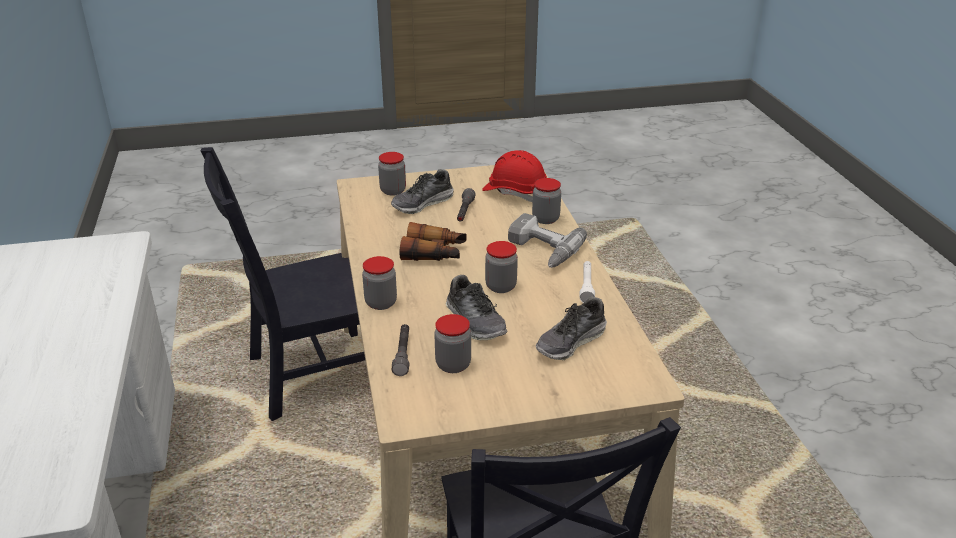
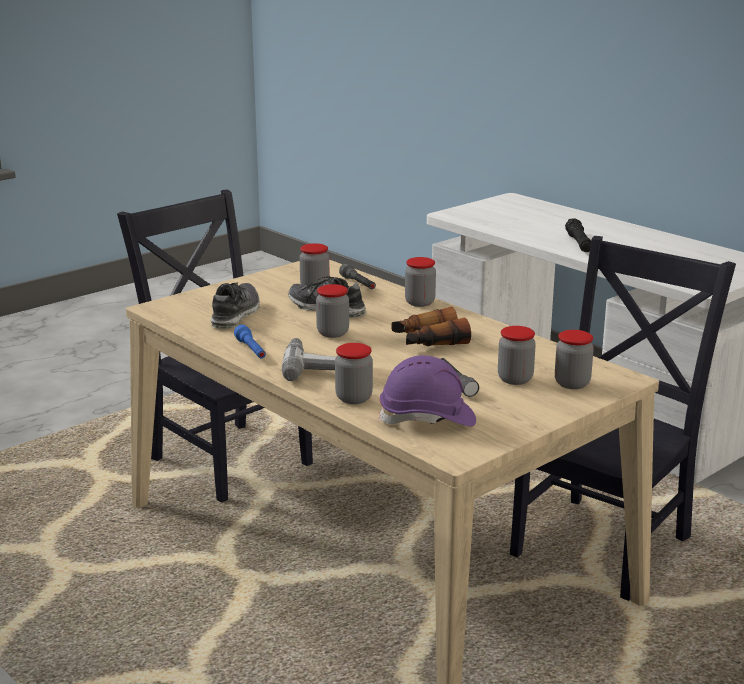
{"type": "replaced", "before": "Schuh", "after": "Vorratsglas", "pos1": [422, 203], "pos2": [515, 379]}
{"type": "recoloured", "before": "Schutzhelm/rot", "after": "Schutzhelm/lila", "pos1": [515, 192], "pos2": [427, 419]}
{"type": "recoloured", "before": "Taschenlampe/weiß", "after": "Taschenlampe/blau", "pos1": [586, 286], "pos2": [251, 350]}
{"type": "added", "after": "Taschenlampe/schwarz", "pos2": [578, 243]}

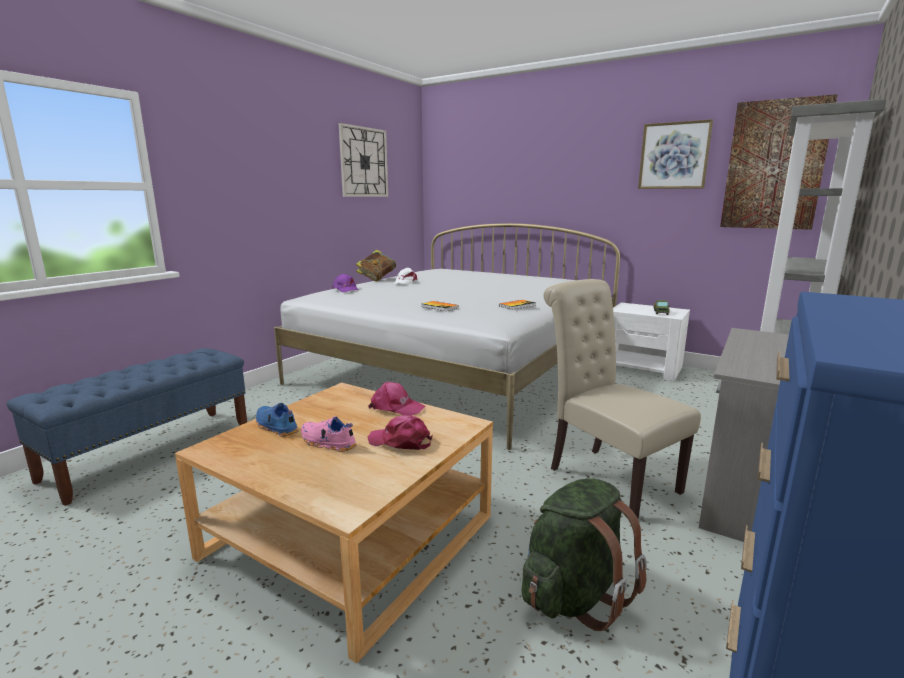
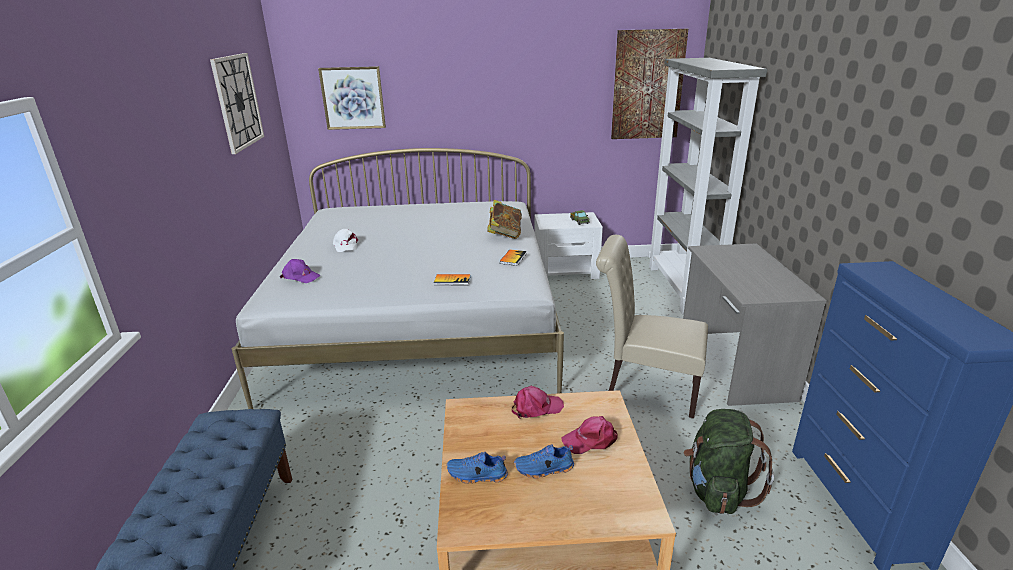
{"type": "recoloured", "before": "Schuh/rosa", "after": "Schuh/blau", "pos1": [327, 443], "pos2": [544, 469]}
{"type": "moved", "before": "Buch", "pos1": [377, 279], "pos2": [504, 234]}
{"type": "moved", "before": "Bild", "pos1": [674, 156], "pos2": [353, 98]}

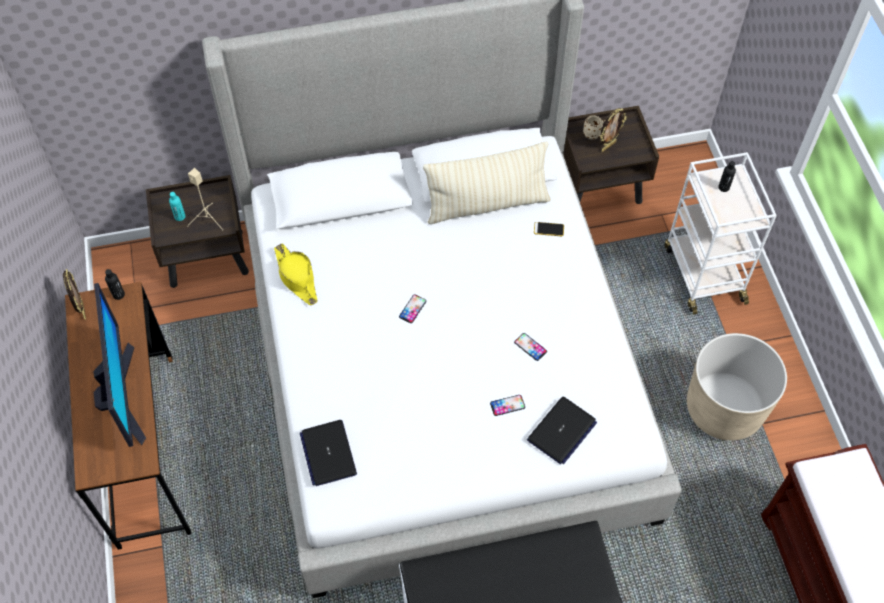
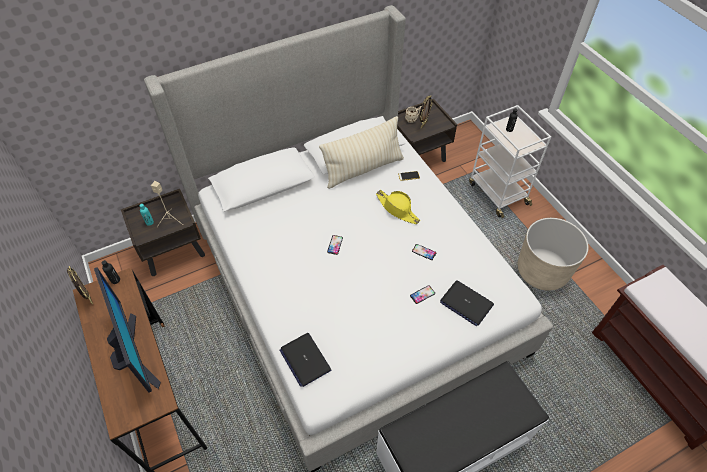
{"type": "moved", "before": "Hut/gelb", "pos1": [296, 277], "pos2": [397, 209]}
{"type": "turned", "before": "Laptop", "pos1": [561, 431], "pos2": [466, 303], "turn": 105}

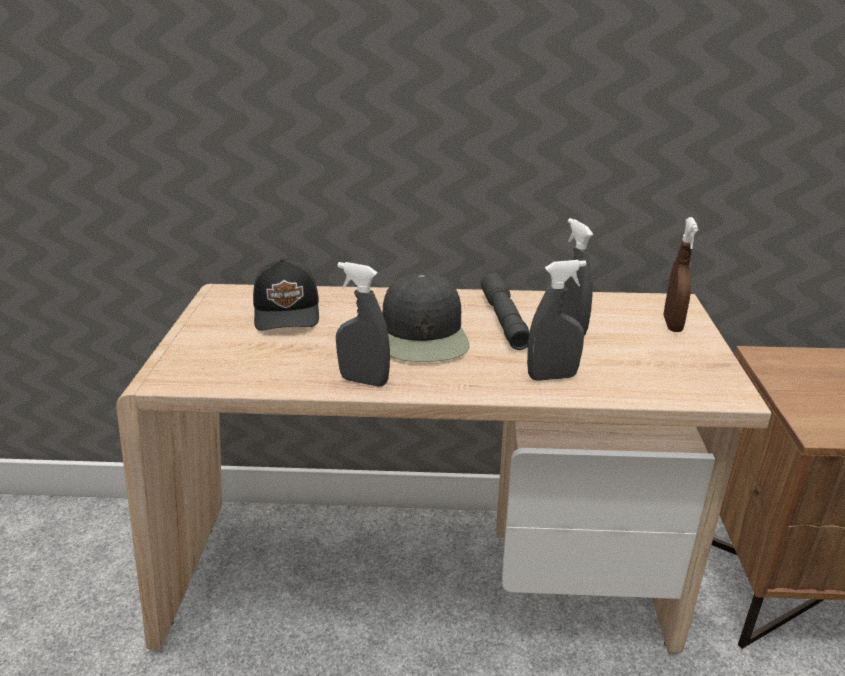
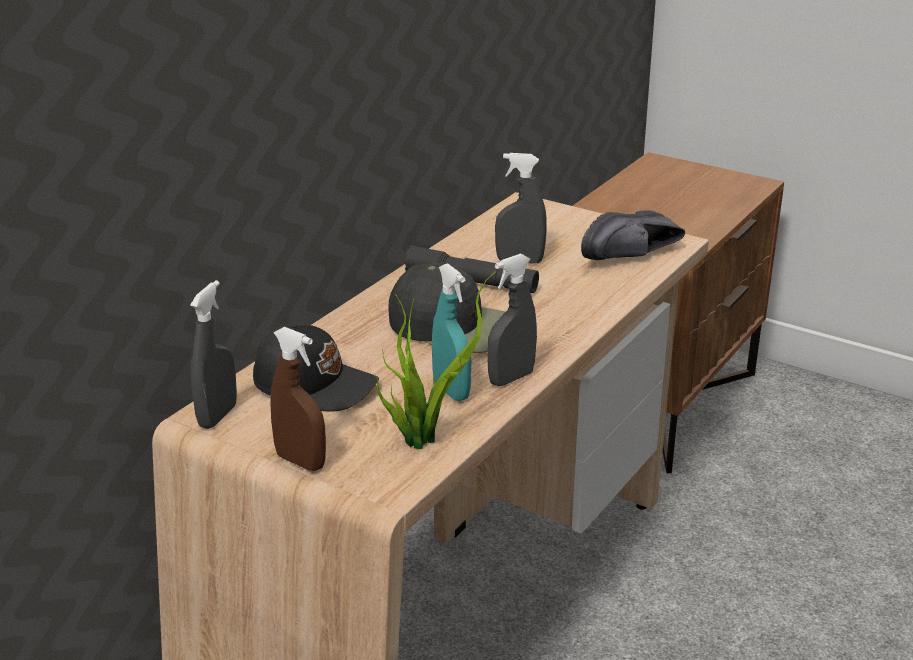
{"type": "moved", "before": "Sprühflasche/grau", "pos1": [552, 377], "pos2": [217, 416]}
{"type": "moved", "before": "Sprühflasche/braun", "pos1": [672, 324], "pos2": [300, 461]}
{"type": "added", "after": "Topfpflanze", "pos2": [422, 437]}
{"type": "added", "after": "Sprühflasche/türkis", "pos2": [451, 390]}
{"type": "added", "after": "Schuh/schwarz", "pos2": [634, 257]}

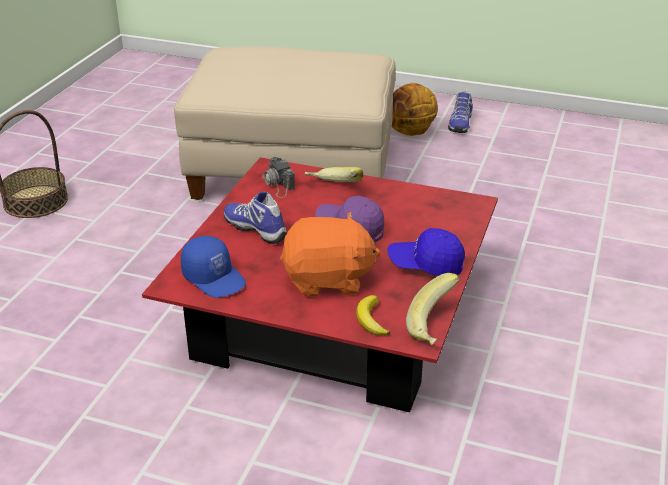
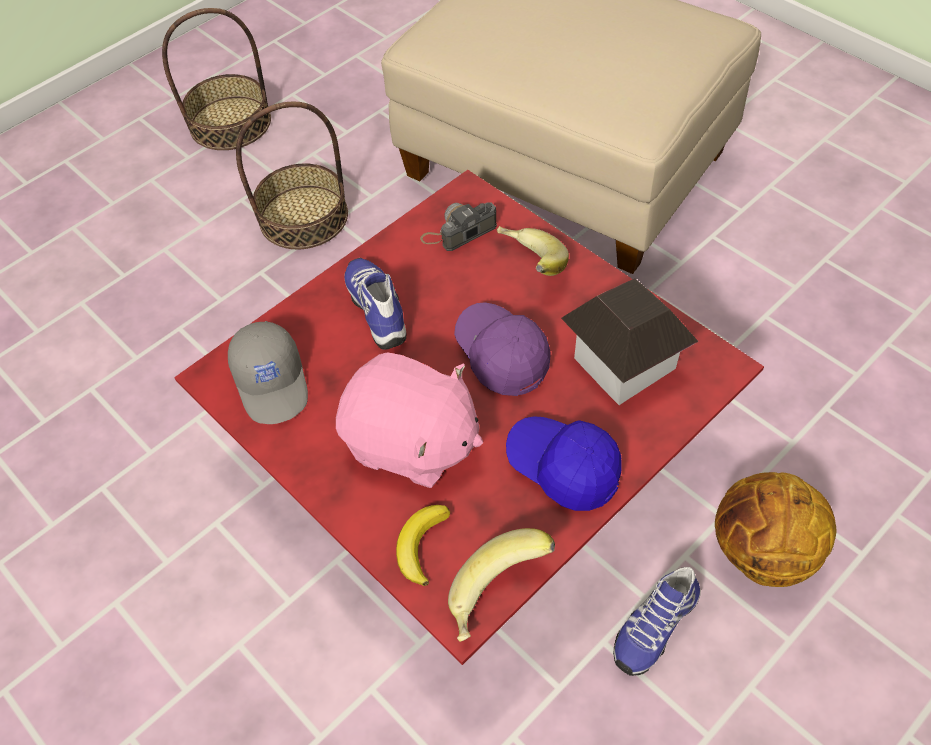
{"type": "recoloured", "before": "Kappe/blau", "after": "Kappe/grau", "pos1": [214, 278], "pos2": [273, 383]}
{"type": "turned", "before": "Kamera", "pos1": [278, 184], "pos2": [459, 232], "turn": 60}
{"type": "recoloured", "before": "Plüschtier/orange", "after": "Plüschtier/rosa", "pos1": [328, 280], "pos2": [411, 444]}
{"type": "moved", "before": "Basketball", "pos1": [410, 132], "pos2": [762, 553]}
{"type": "moved", "before": "Schuh", "pos1": [459, 124], "pos2": [653, 626]}
{"type": "added", "after": "Korb", "pos2": [303, 217]}
{"type": "added", "after": "Spielzeughaus", "pos2": [624, 362]}

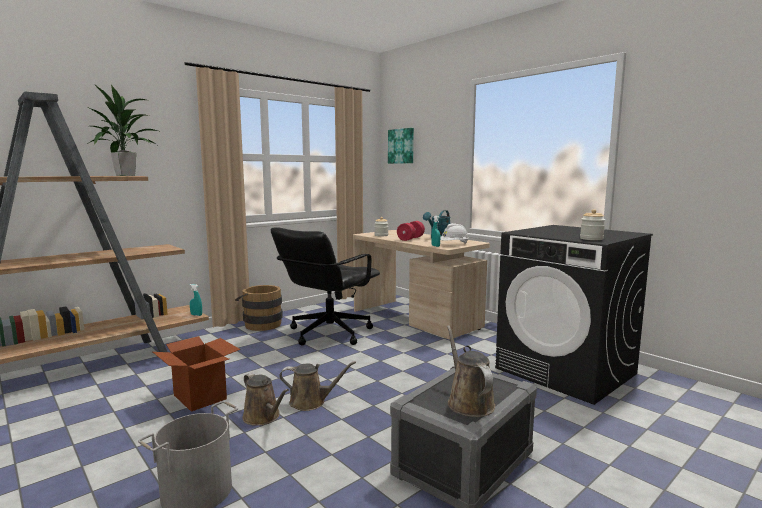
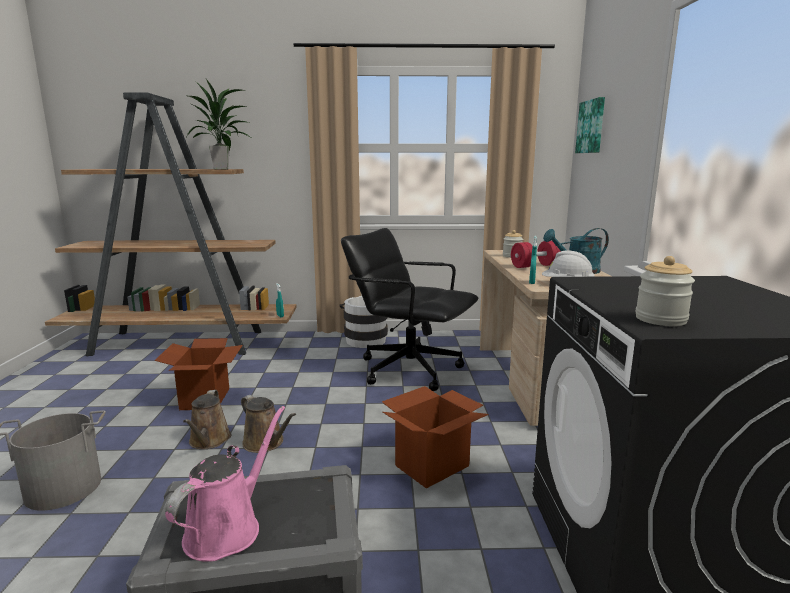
{"type": "recoloured", "before": "Eimer/braun", "after": "Eimer/weiß", "pos1": [260, 324], "pos2": [365, 339]}
{"type": "turned", "before": "Bürostuhl/schwarz", "pos1": [328, 333], "pos2": [409, 369], "turn": 45}
{"type": "recoloured", "before": "Gießkanne/braun", "after": "Gießkanne/rosa", "pos1": [468, 402], "pos2": [228, 528]}
{"type": "added", "after": "Karton", "pos2": [432, 465]}

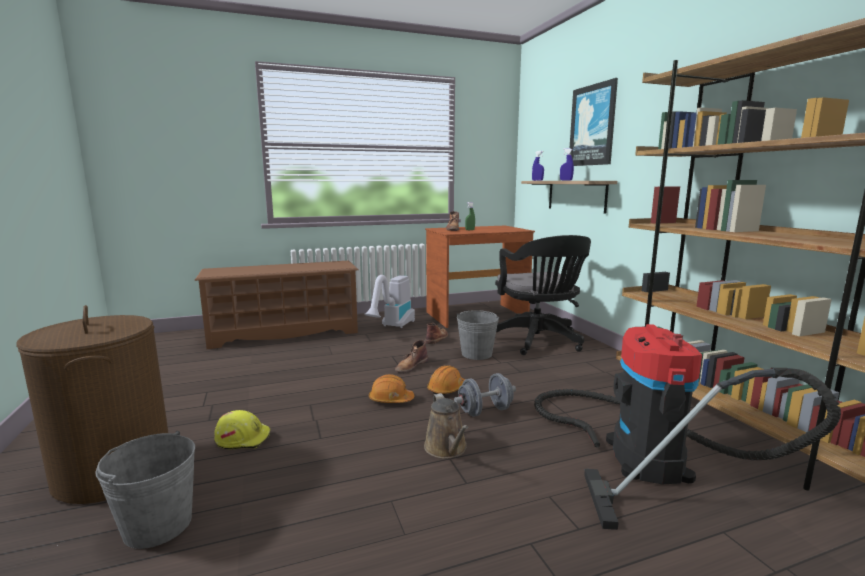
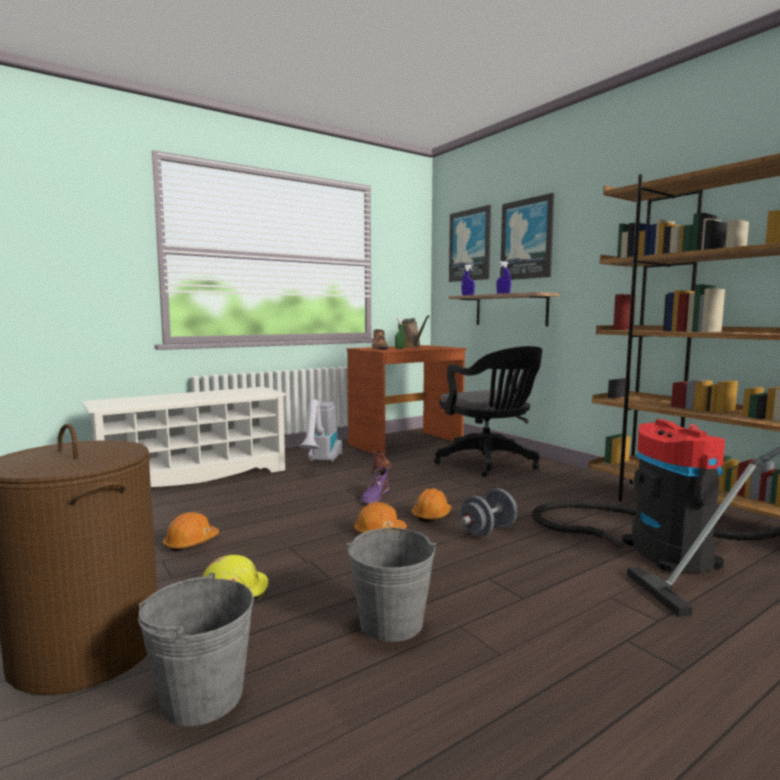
{"type": "recoloured", "before": "Schuhregal/braun", "after": "Schuhregal/weiß", "pos1": [285, 333], "pos2": [194, 477]}
{"type": "recoloured", "before": "Stiefel/braun", "after": "Stiefel/lila", "pos1": [411, 366], "pos2": [374, 497]}
{"type": "moved", "before": "Gießkanne/braun", "pos1": [447, 449], "pos2": [410, 346]}
{"type": "moved", "before": "Eimer/grau", "pos1": [476, 354], "pos2": [391, 623]}
{"type": "added", "after": "Schutzhelm/orange", "pos2": [191, 543]}
{"type": "added", "after": "Bild", "pos2": [470, 245]}

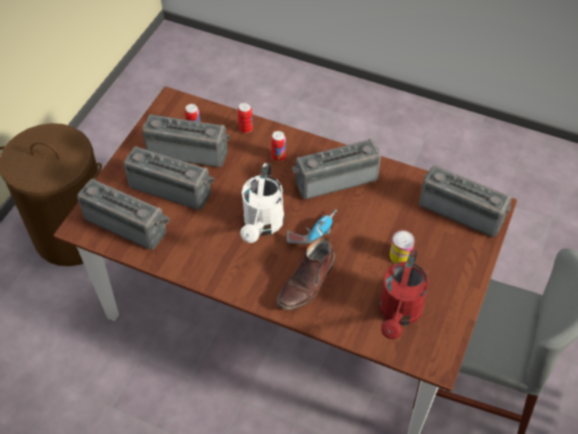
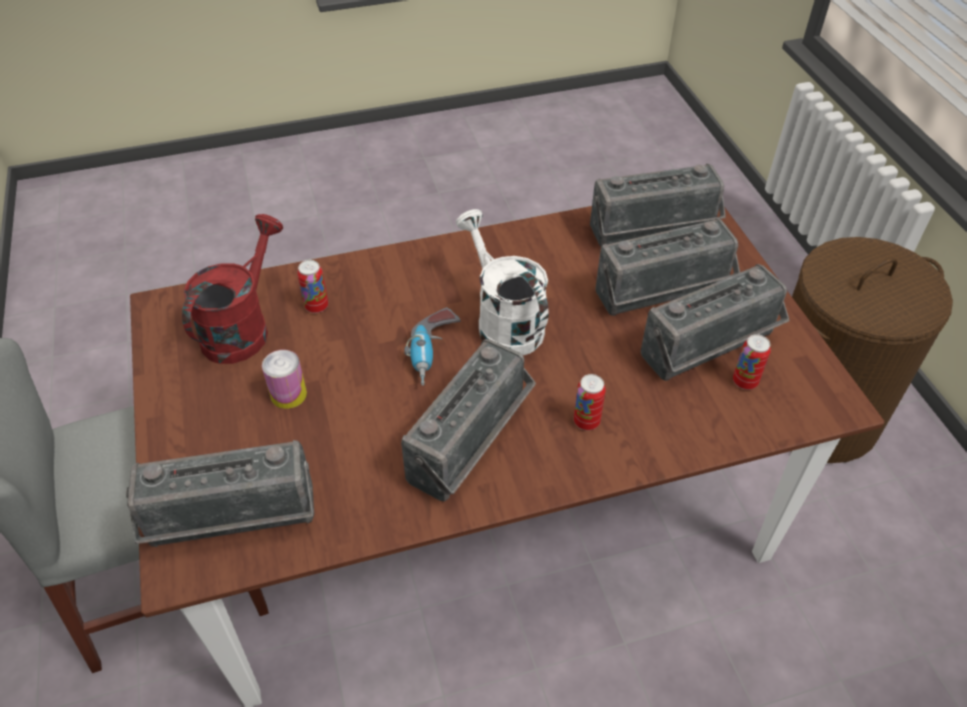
{"type": "moved", "before": "Dose", "pos1": [246, 129], "pos2": [316, 306]}
{"type": "removed", "before": "Stiefel/braun", "pos1": [307, 283]}
{"type": "turned", "before": "Gießkanne/rot", "pos1": [399, 314], "pos2": [242, 327], "turn": 45}

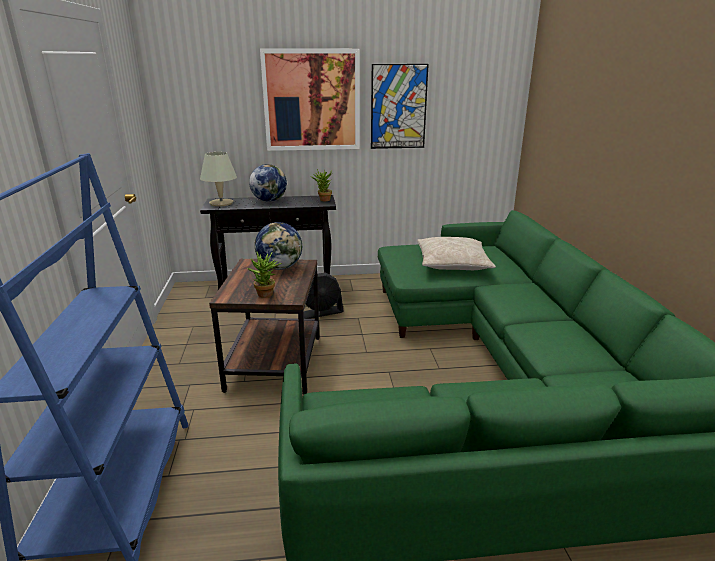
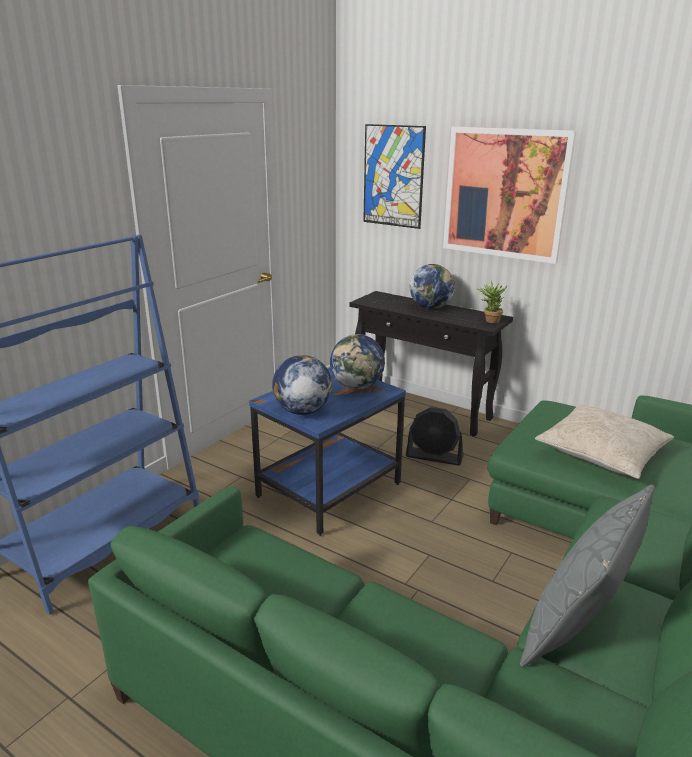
{"type": "removed", "before": "Tischlampe/beige", "pos1": [221, 203]}
{"type": "recoloured", "before": "Beistelltisch/braun", "after": "Beistelltisch/blau", "pos1": [276, 363], "pos2": [330, 491]}
{"type": "replaced", "before": "Topfpflanze", "after": "Globus", "pos1": [266, 295], "pos2": [302, 411]}
{"type": "moved", "before": "Bild", "pos1": [398, 107], "pos2": [393, 176]}
{"type": "added", "after": "Kissen/grau", "pos2": [577, 627]}

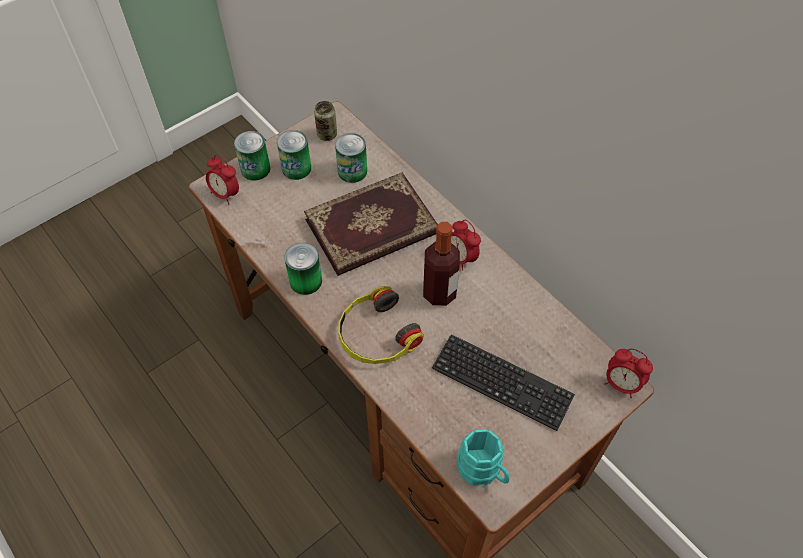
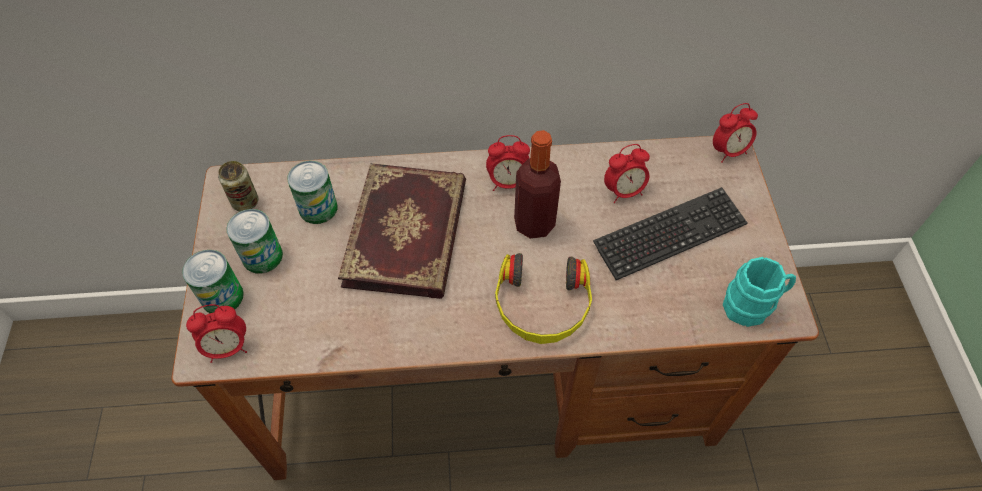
{"type": "removed", "before": "Dose", "pos1": [306, 281]}
{"type": "added", "after": "Wecker", "pos2": [623, 192]}

